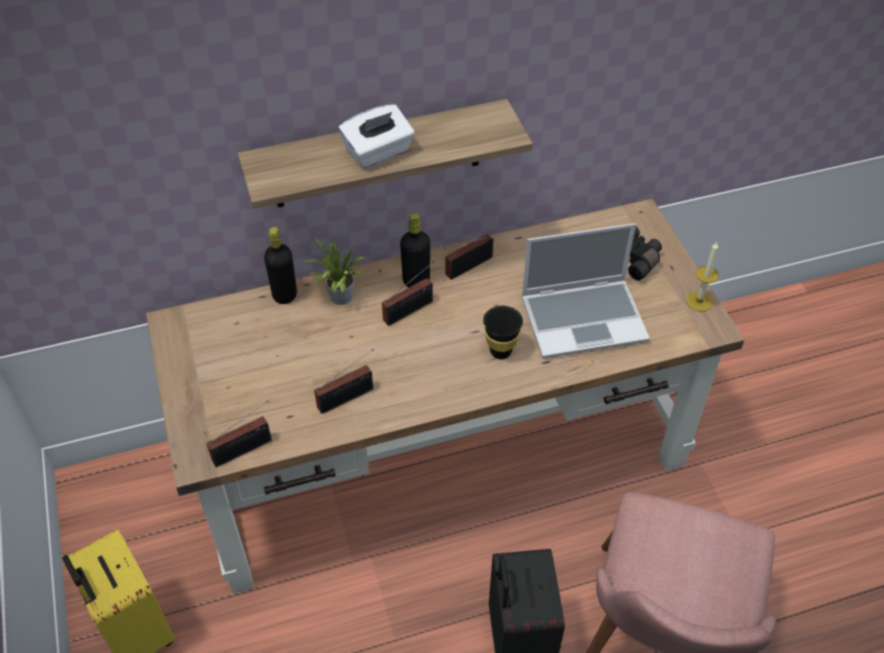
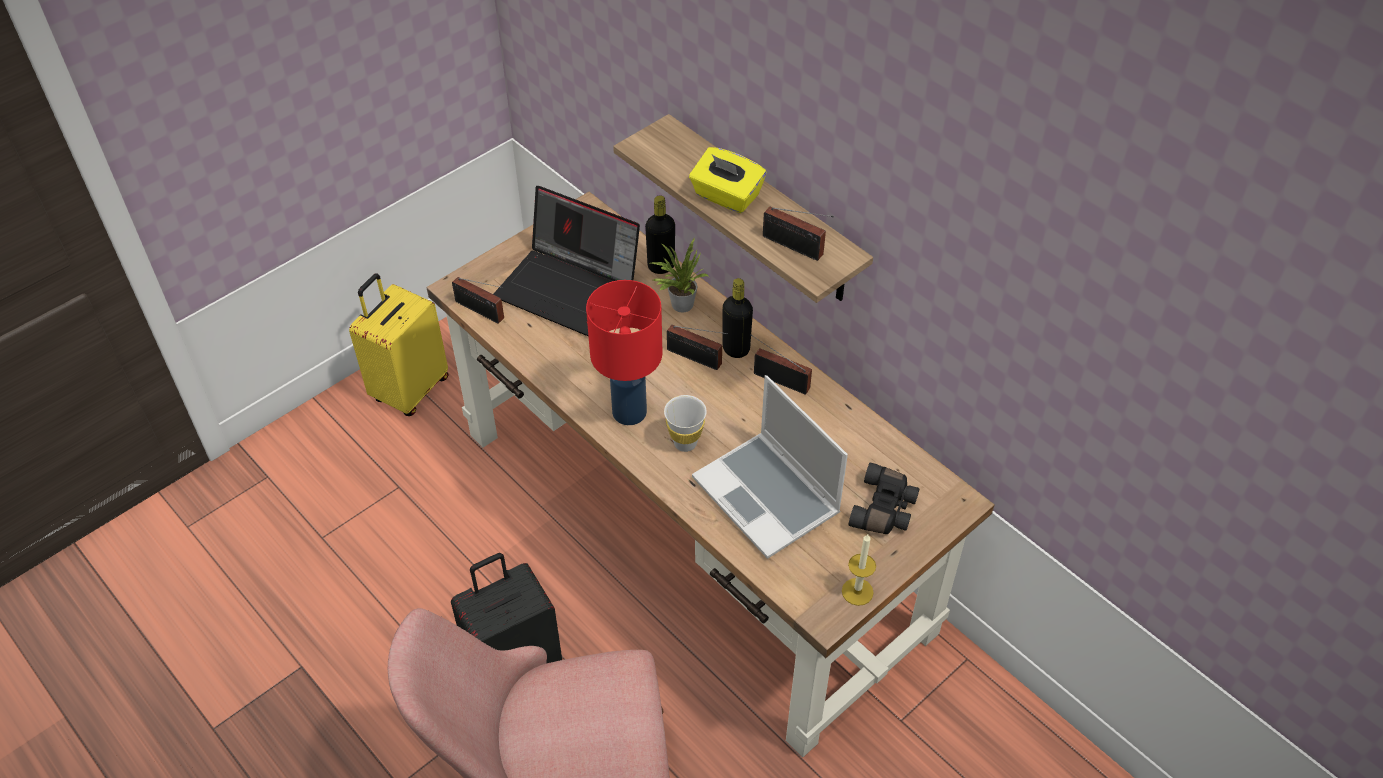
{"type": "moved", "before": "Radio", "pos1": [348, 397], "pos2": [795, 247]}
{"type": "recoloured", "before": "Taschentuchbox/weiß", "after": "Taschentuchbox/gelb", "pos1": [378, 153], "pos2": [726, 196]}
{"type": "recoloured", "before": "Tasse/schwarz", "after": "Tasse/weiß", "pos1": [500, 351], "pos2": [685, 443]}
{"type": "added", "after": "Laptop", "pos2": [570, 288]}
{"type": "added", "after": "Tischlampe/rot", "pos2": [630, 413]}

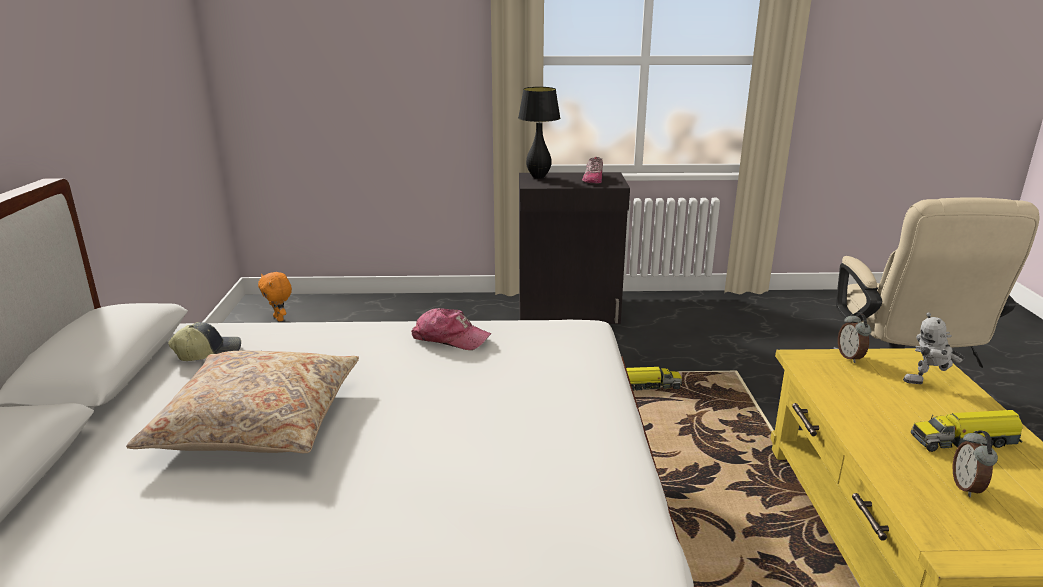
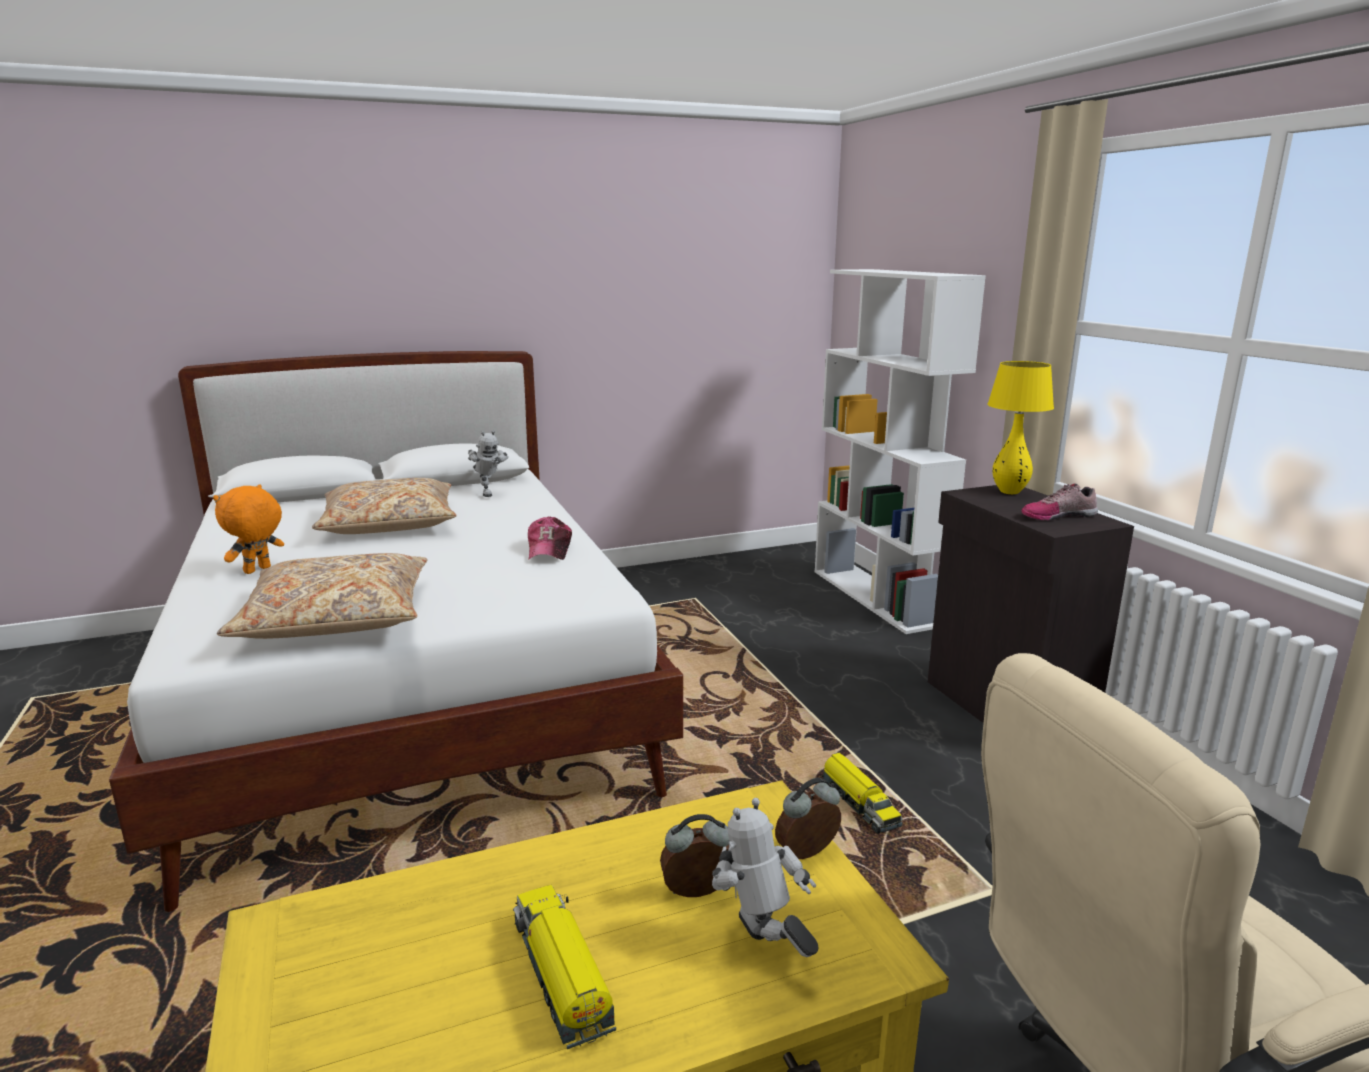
{"type": "replaced", "before": "Kappe", "after": "Spielzeugroboter", "pos1": [208, 352], "pos2": [488, 493]}
{"type": "moved", "before": "Plüschtier/orange", "pos1": [280, 318], "pos2": [258, 570]}
{"type": "recoloured", "before": "Tischlampe/schwarz", "after": "Tischlampe/gelb", "pos1": [538, 177], "pos2": [1009, 492]}
{"type": "moved", "before": "Wecker", "pos1": [967, 487], "pos2": [697, 894]}
{"type": "added", "after": "Kissen/beige", "pos2": [337, 617]}
{"type": "added", "after": "Bücherregal/weiß", "pos2": [878, 597]}

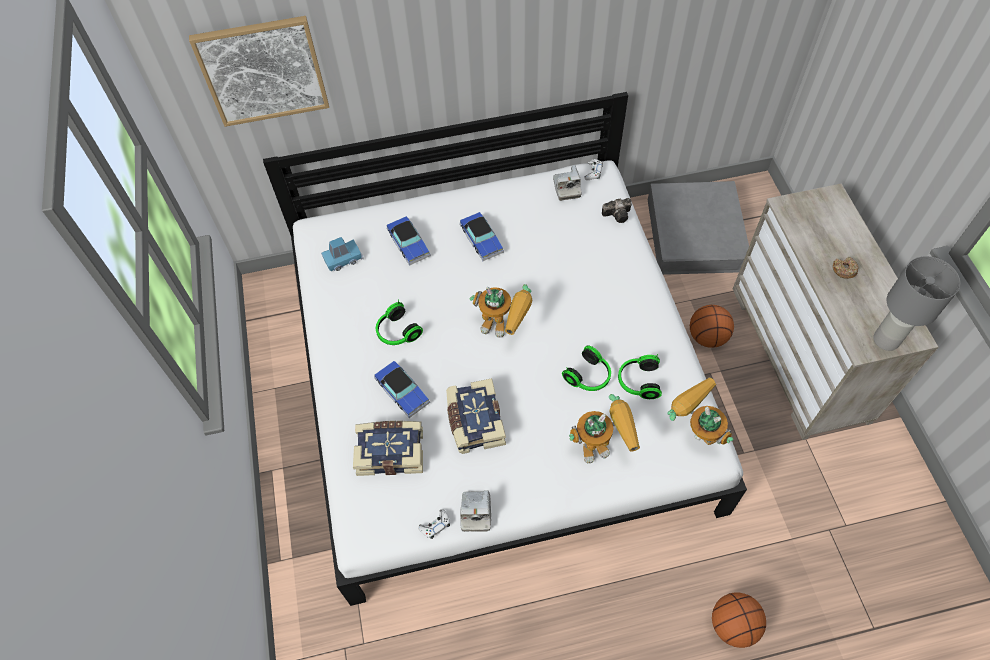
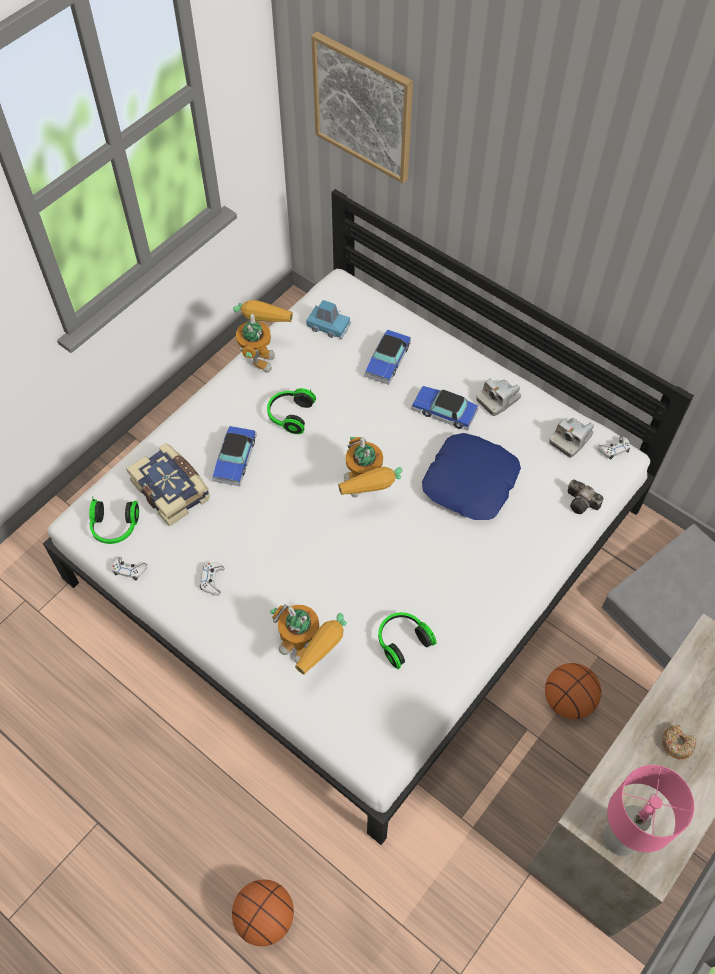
{"type": "removed", "before": "Buch", "pos1": [474, 422]}
{"type": "turned", "before": "Spielzeugauto", "pos1": [481, 240], "pos2": [444, 411], "turn": 90}
{"type": "moved", "before": "Kamera", "pos1": [476, 512], "pos2": [498, 400]}
{"type": "moved", "before": "Kopfhörer", "pos1": [589, 376], "pos2": [115, 527]}
{"type": "moved", "before": "Spielzeugroboter", "pos1": [693, 431], "pos2": [261, 353]}
{"type": "recoloured", "before": "Tischlampe/grau", "after": "Tischlampe/rosa", "pos1": [885, 340], "pos2": [620, 837]}
{"type": "added", "after": "Gamepad/weiß", "pos2": [212, 580]}
{"type": "added", "after": "Kissen/blau", "pos2": [471, 482]}

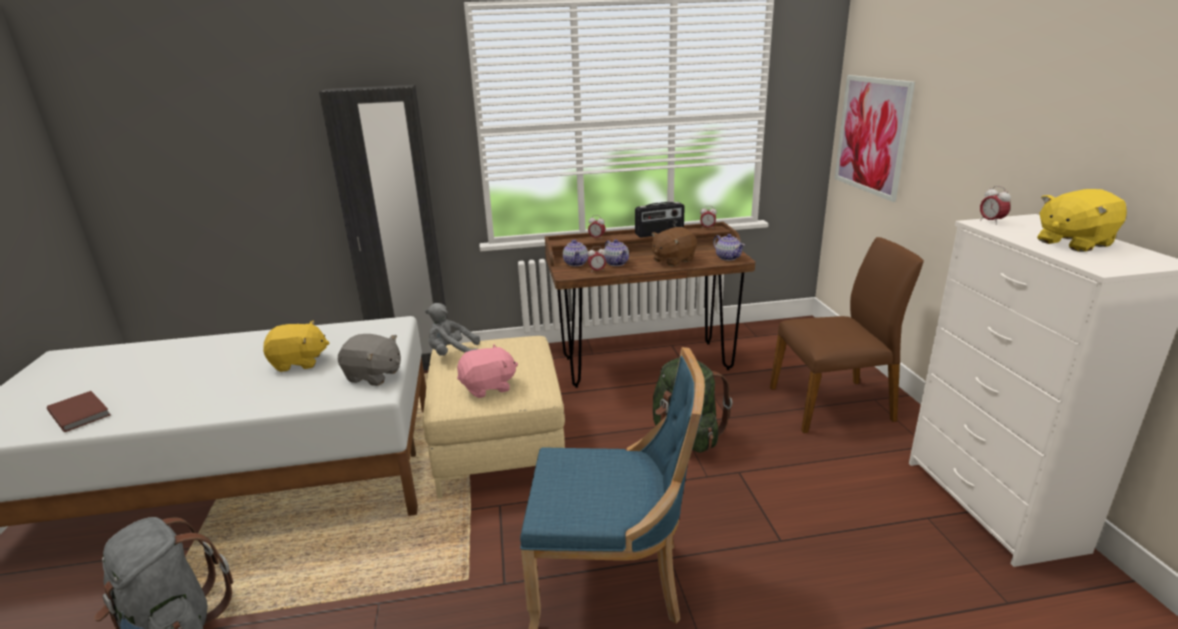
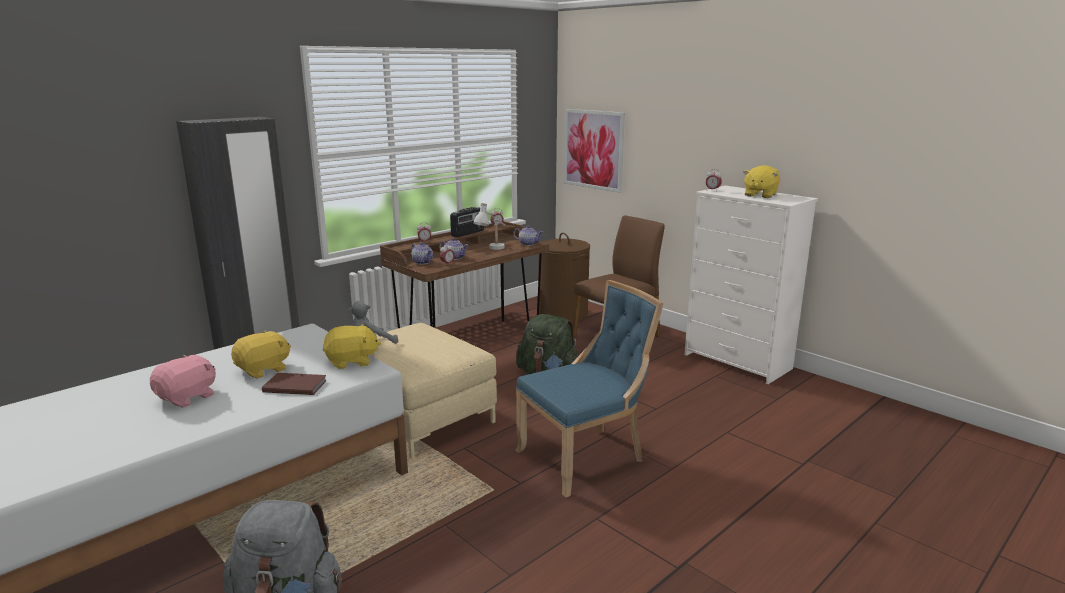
{"type": "moved", "before": "Buch/braun", "pos1": [81, 412], "pos2": [295, 385]}
{"type": "recoloured", "before": "Plüschtier/grau", "after": "Plüschtier/gelb", "pos1": [373, 376], "pos2": [352, 361]}
{"type": "moved", "before": "Plüschtier/rosa", "pos1": [488, 387], "pos2": [187, 398]}
{"type": "replaced", "before": "Plüschtier/braun", "after": "Tischlampe/weiß", "pos1": [672, 260], "pos2": [492, 250]}
{"type": "added", "after": "Wäschekorb/braun", "pos2": [563, 315]}

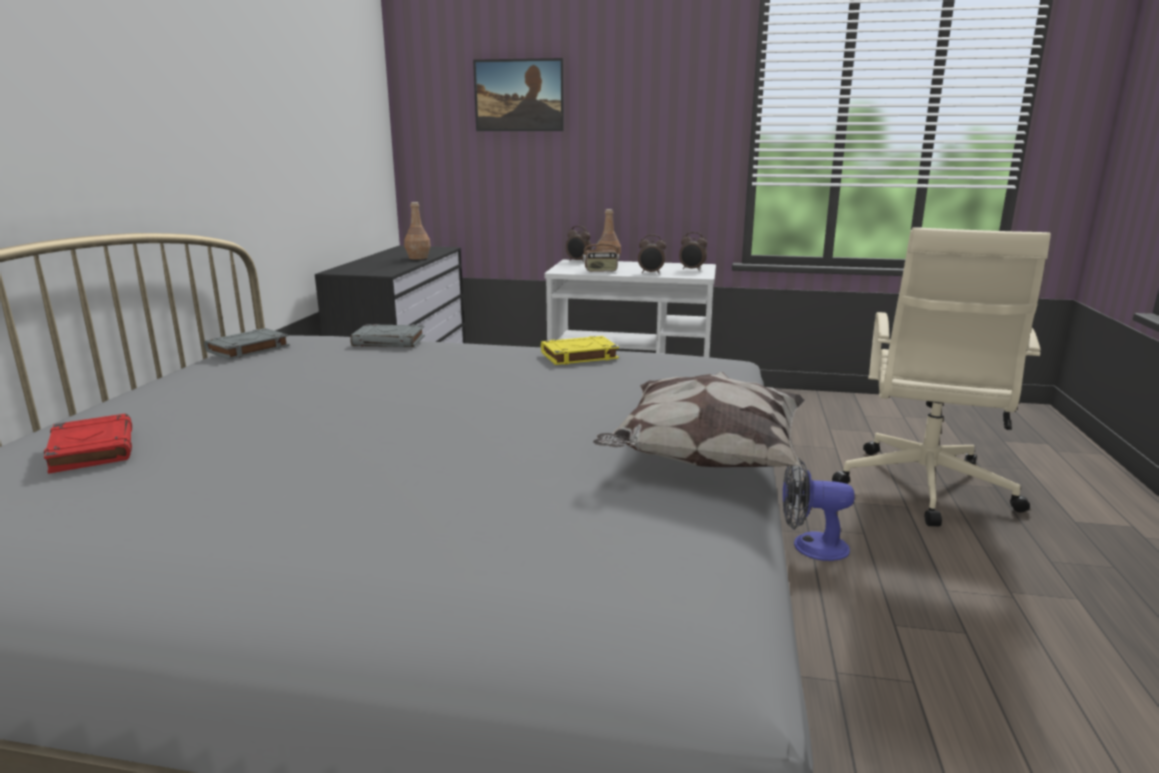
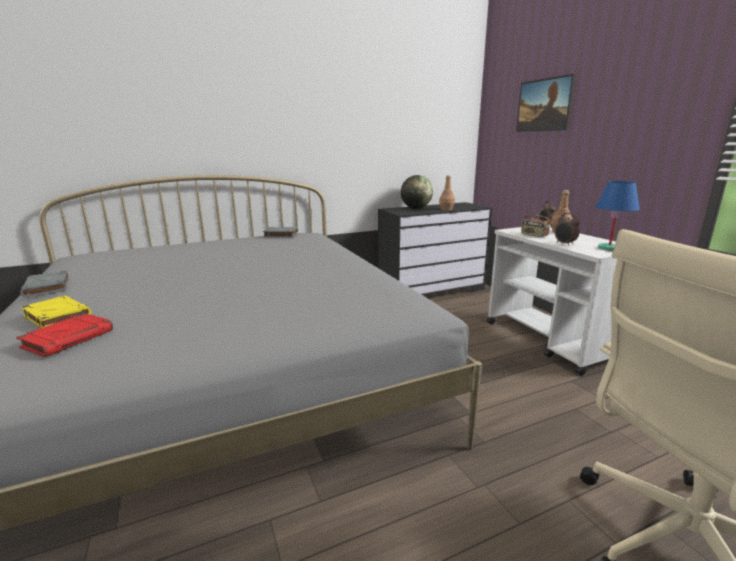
{"type": "moved", "before": "Buch/rot", "pos1": [92, 449], "pos2": [69, 338]}
{"type": "moved", "before": "Buch/grau", "pos1": [390, 341], "pos2": [47, 287]}
{"type": "moved", "before": "Buch/gelb", "pos1": [578, 356], "pos2": [57, 316]}
{"type": "removed", "before": "Kissen", "pos1": [703, 460]}
{"type": "replaced", "before": "Wecker", "after": "Tischlampe/blau", "pos1": [692, 269], "pos2": [609, 248]}
{"type": "removed", "before": "Ventilator", "pos1": [810, 546]}
{"type": "added", "after": "Globus", "pos2": [416, 208]}

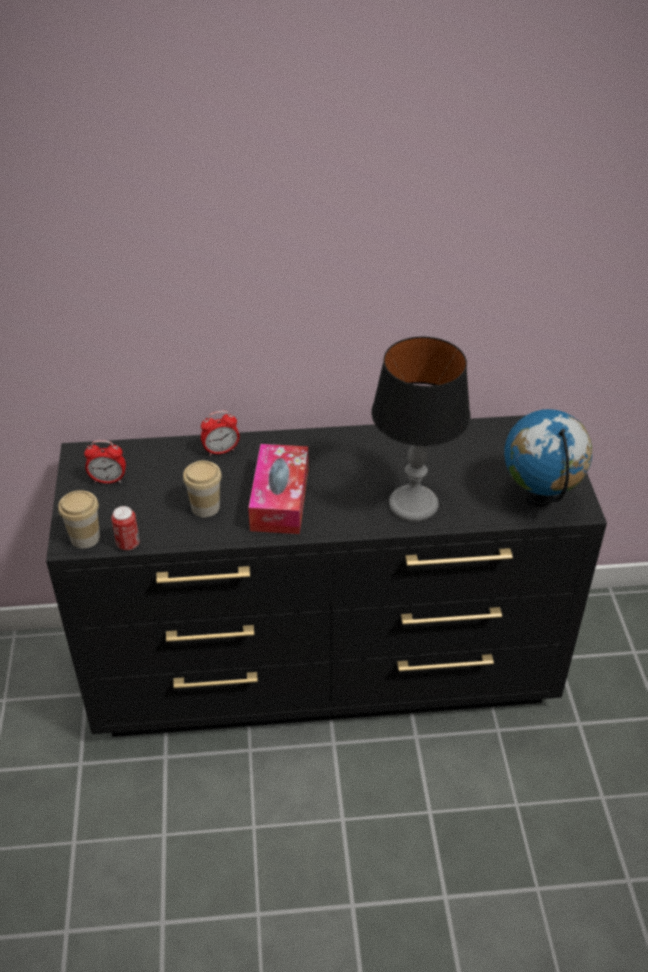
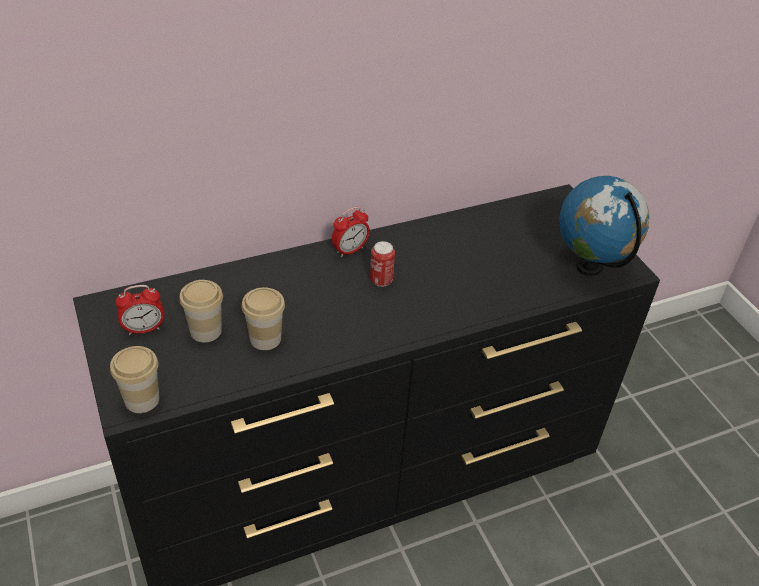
{"type": "moved", "before": "Dose", "pos1": [128, 544], "pos2": [381, 280]}
{"type": "moved", "before": "Wecker", "pos1": [221, 451], "pos2": [350, 250]}
{"type": "removed", "before": "Taschentuchbox", "pos1": [280, 499]}
{"type": "removed", "before": "Tischlampe", "pos1": [413, 505]}
{"type": "added", "after": "Tasse", "pos2": [205, 331]}

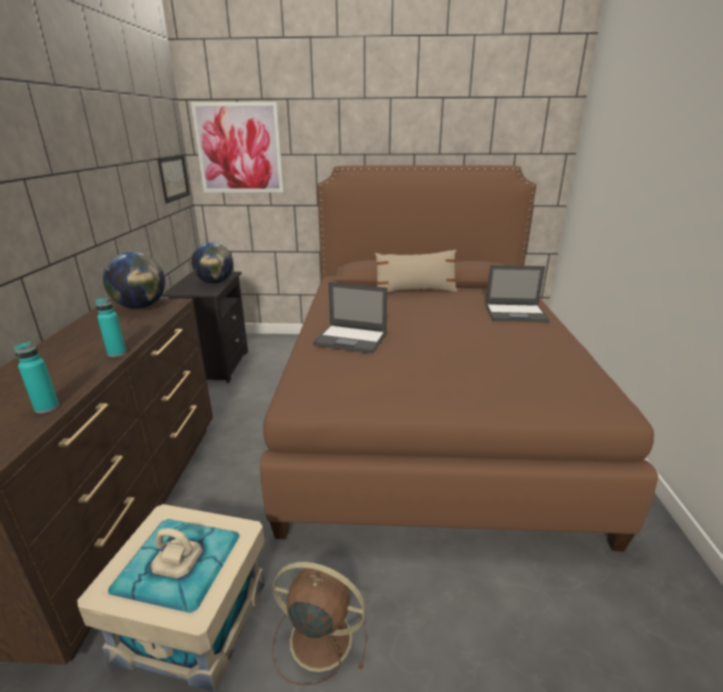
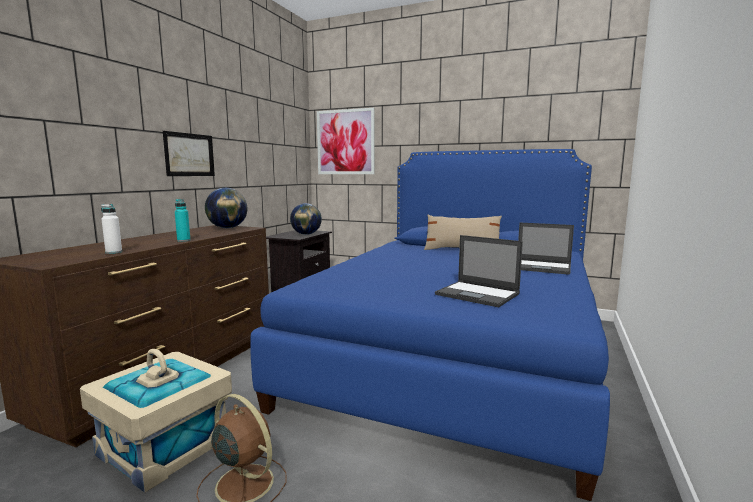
{"type": "recoloured", "before": "Flasche/türkis", "after": "Flasche/weiß", "pos1": [47, 407], "pos2": [114, 252]}
{"type": "moved", "before": "Bild", "pos1": [174, 177], "pos2": [189, 155]}
{"type": "recoloured", "before": "Bett/braun", "after": "Bett/blau", "pos1": [426, 409], "pos2": [453, 354]}
{"type": "moved", "before": "Laptop", "pos1": [351, 339], "pos2": [478, 294]}

